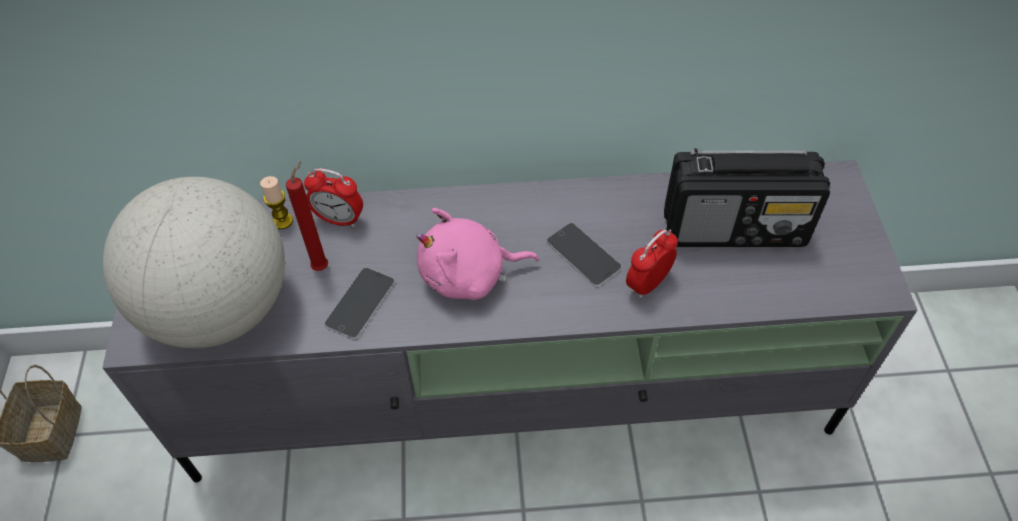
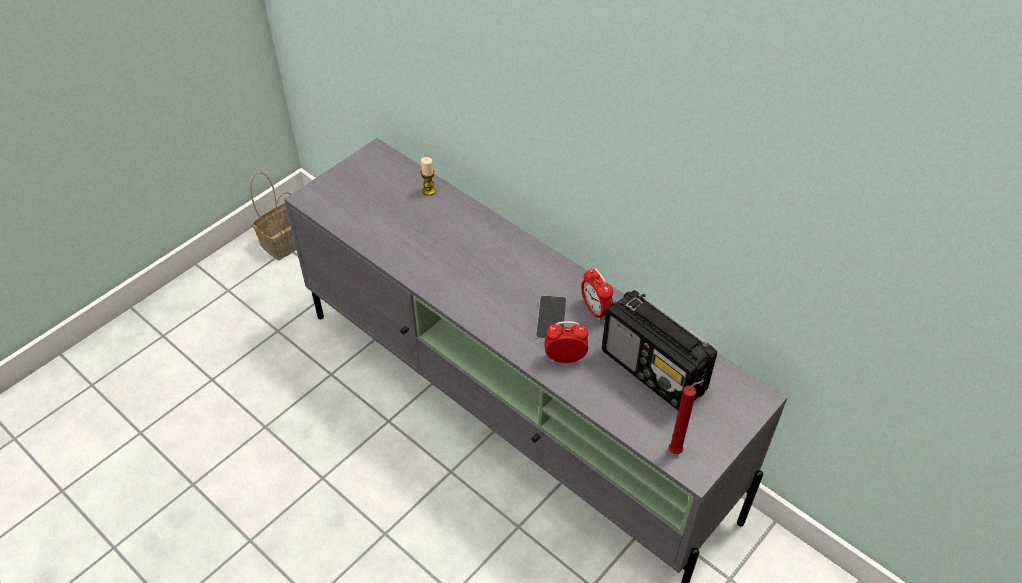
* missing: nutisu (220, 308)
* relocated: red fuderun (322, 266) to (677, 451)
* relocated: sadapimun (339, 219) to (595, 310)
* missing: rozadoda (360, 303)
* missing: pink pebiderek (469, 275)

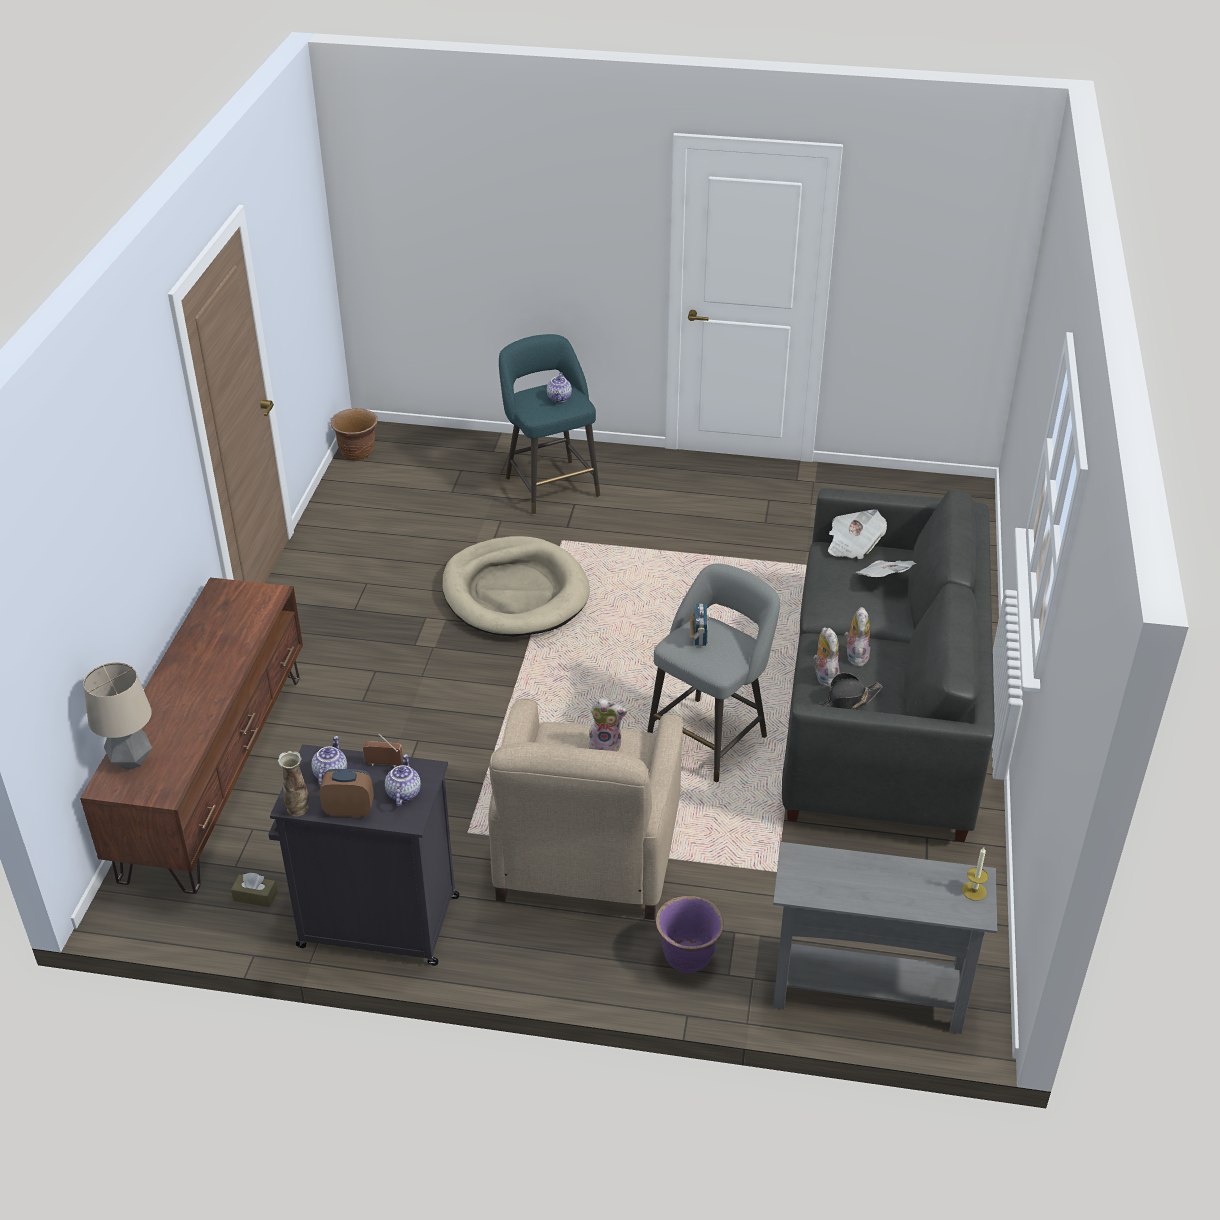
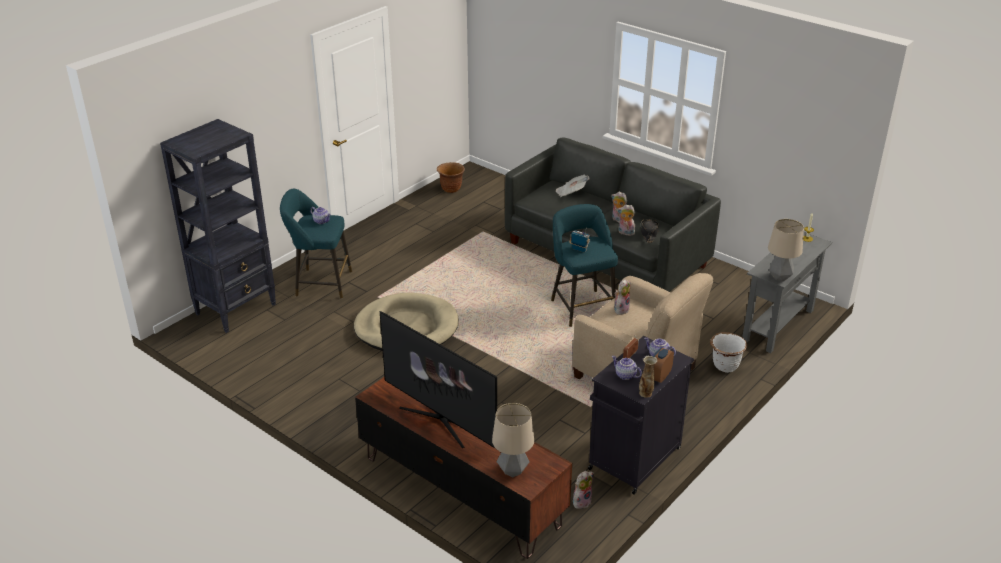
* exchanged: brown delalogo (255, 896) to pebiderek (581, 501)
* relocated: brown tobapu (357, 452) to (451, 188)
* colour: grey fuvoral (710, 736) to turquoise fuvoral (581, 306)
* colour: purple tobapu (687, 957) to white tobapu (725, 366)
* missing: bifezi (853, 544)
* appeared: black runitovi (236, 309)
* appeared: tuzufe (440, 420)
* appeared: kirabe (779, 277)

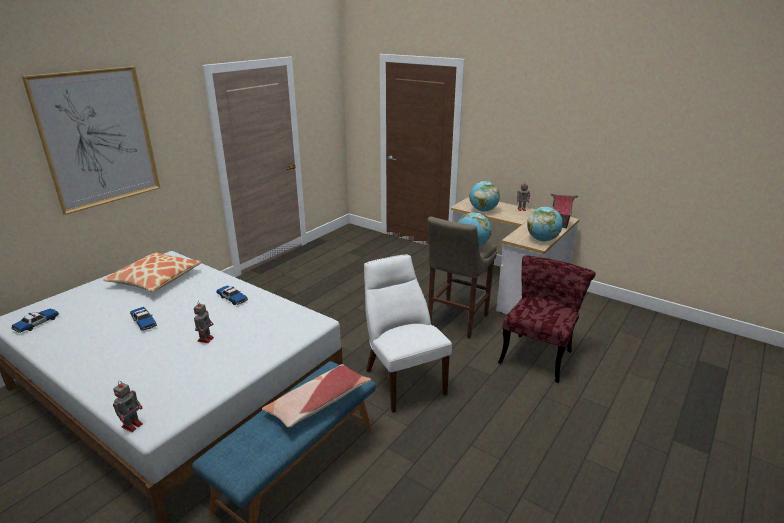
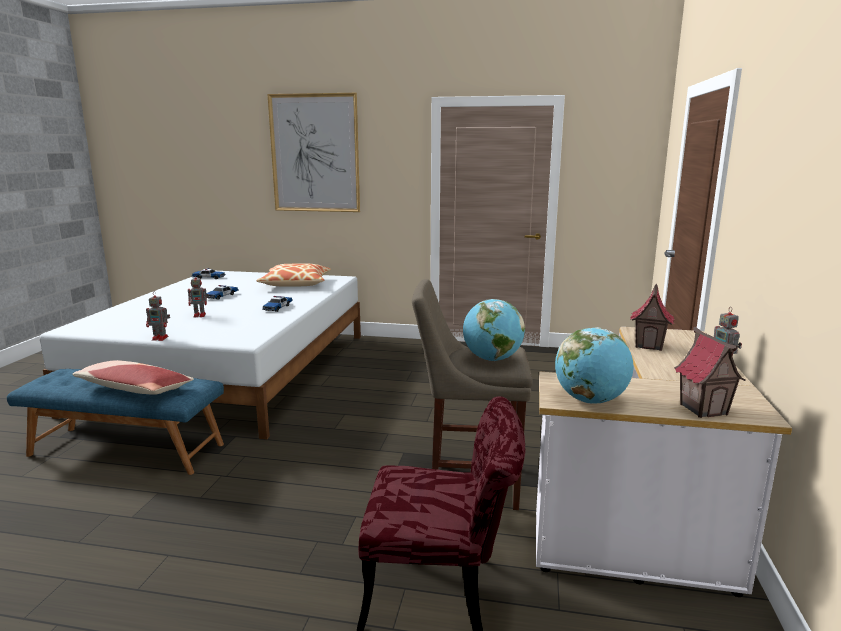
* relocated: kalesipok (133, 424) to (161, 338)
* missing: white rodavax (402, 379)
* exchanged: nutisu (483, 210) to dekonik (649, 345)

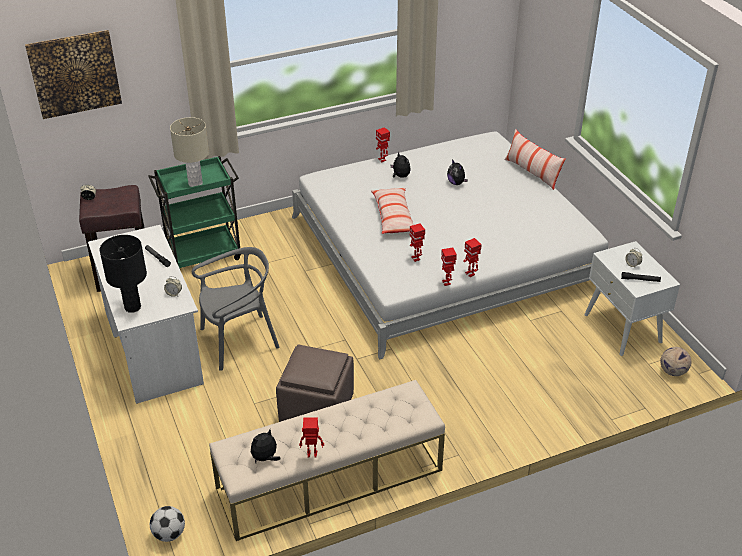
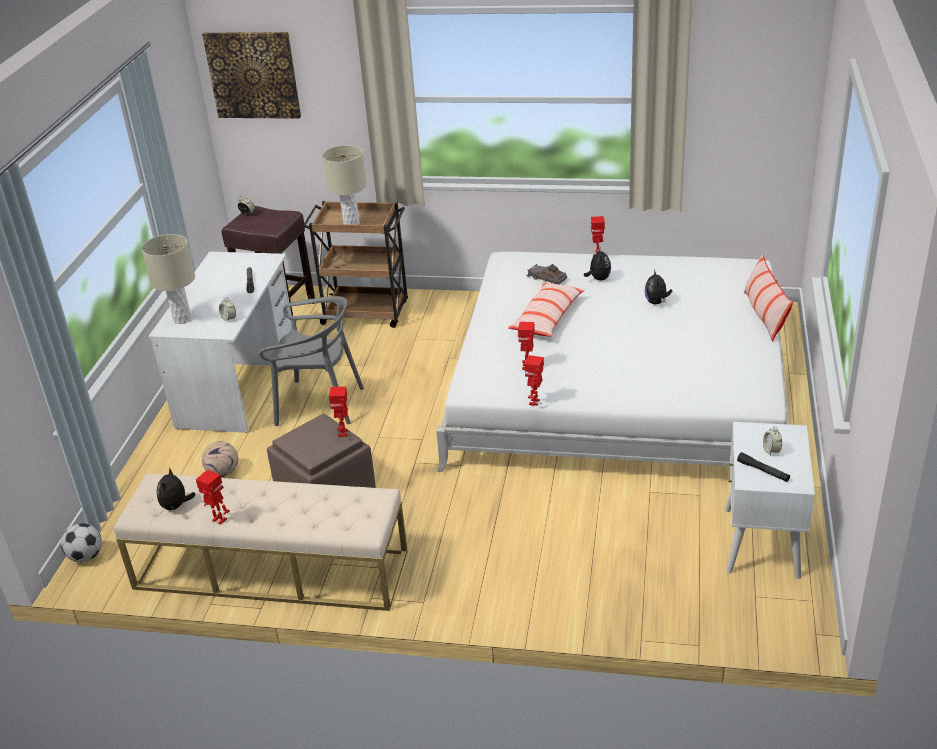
* colour: black kirabe (133, 307) to beige kirabe (182, 319)
* colour: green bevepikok (204, 254) to brown bevepikok (367, 313)
* spun: pebiderek (265, 458) = (176, 506) 75 degrees counterclockwise
* relocated: kalesipok (470, 273) to (343, 433)
* relocated: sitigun (672, 372) to (222, 472)
* appeared: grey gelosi (546, 278)

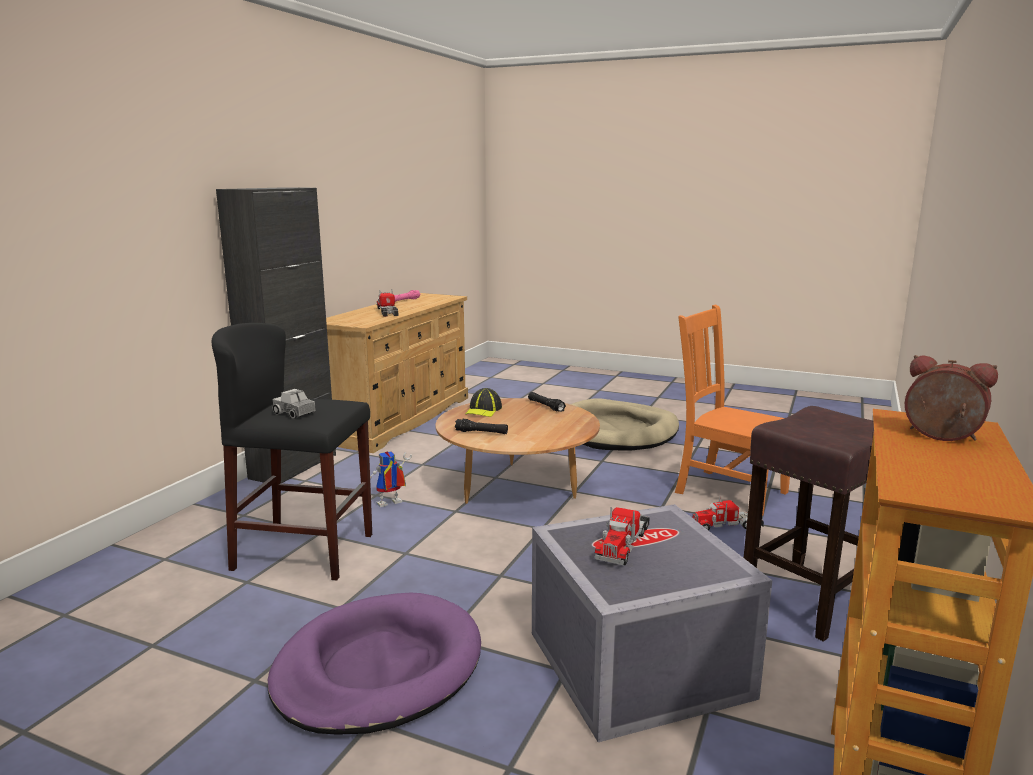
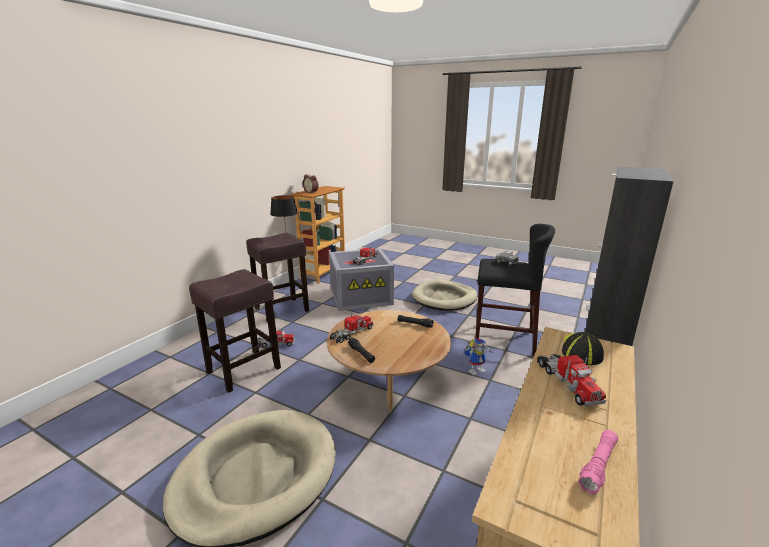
* colour: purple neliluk (378, 668) to beige neliluk (444, 298)
* relocated: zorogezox (483, 410) to (581, 350)
* exchanged: orange rodavax (727, 491) to brown fuvoral (242, 371)
* appeared: black kirabe (286, 237)
* appeared: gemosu (352, 333)

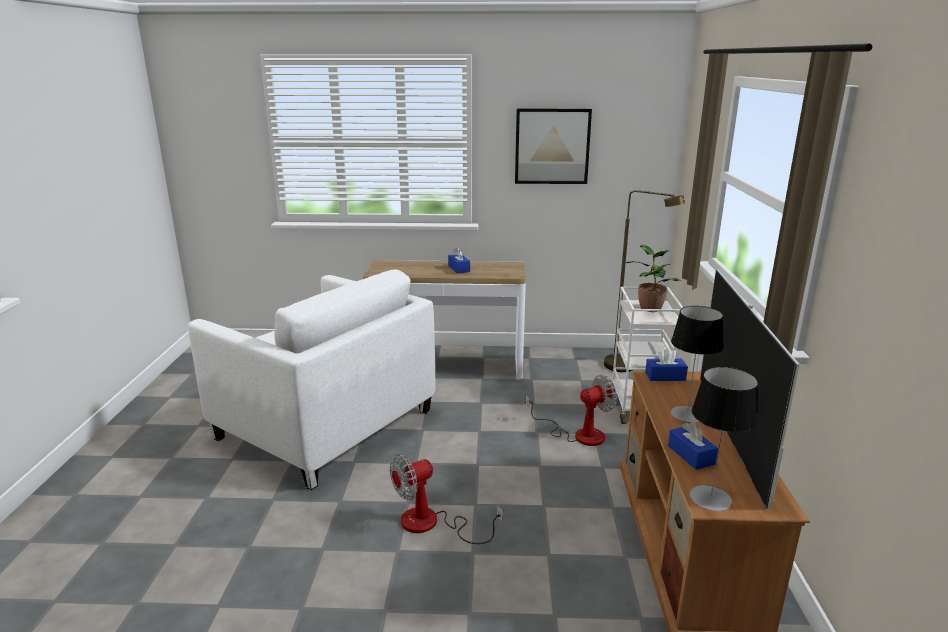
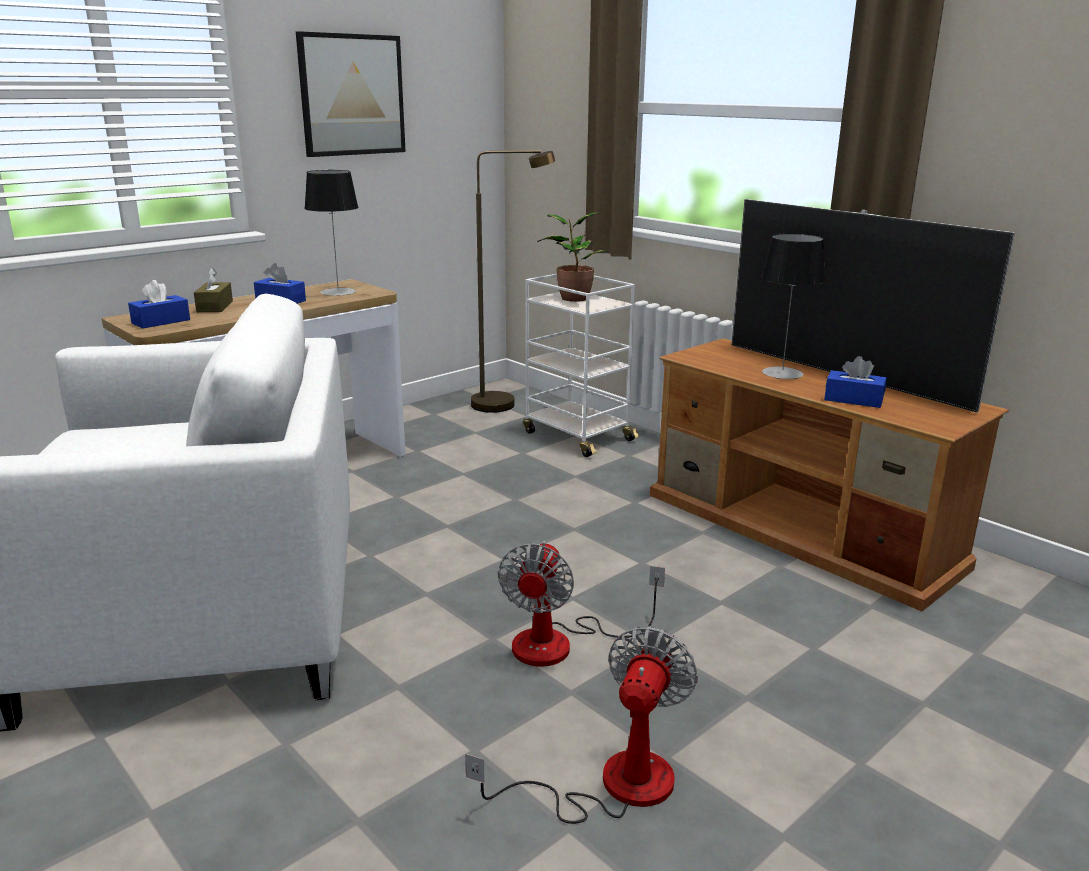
* relocated: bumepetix (579, 434) to (611, 785)
* relocated: blue delalogo (665, 376) to (161, 321)
* relocated: kirabe (710, 498) to (338, 292)
* appeared: brown delalogo (215, 306)

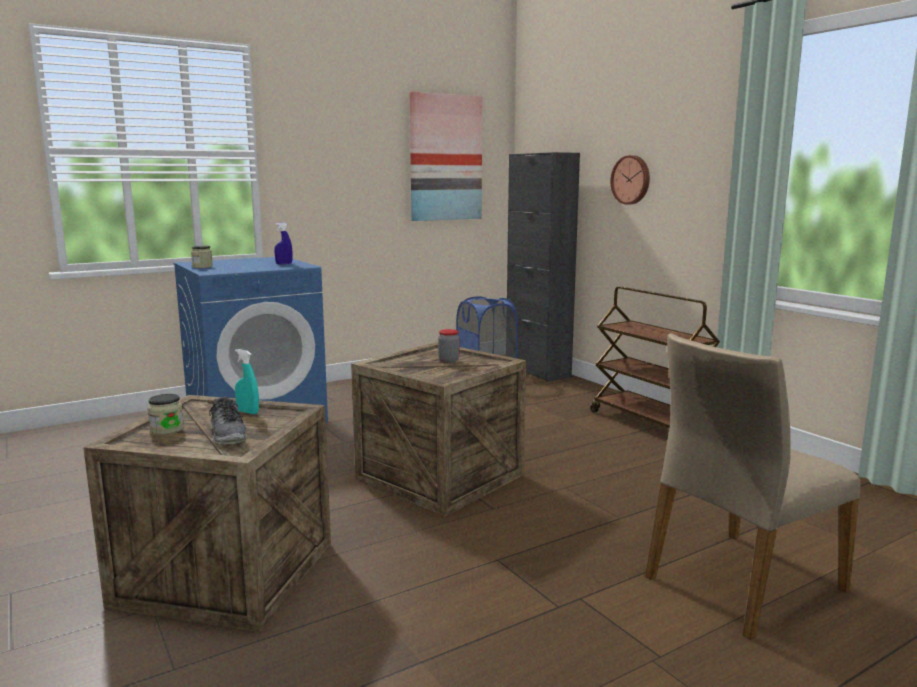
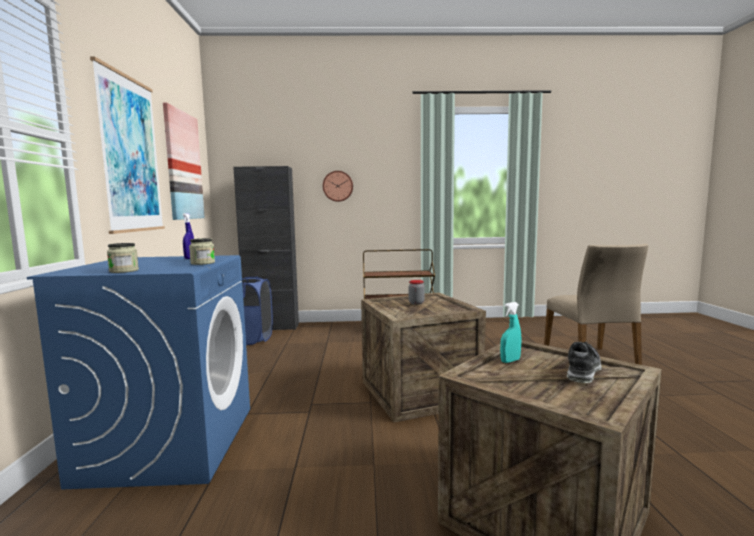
* relocated: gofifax (167, 429) to (202, 263)
* spun: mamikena (228, 435) = (582, 370) 60 degrees counterclockwise
* appeared: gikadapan (130, 155)

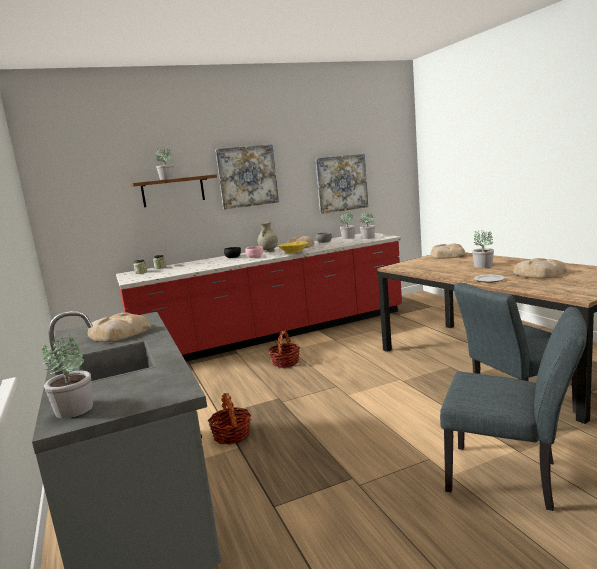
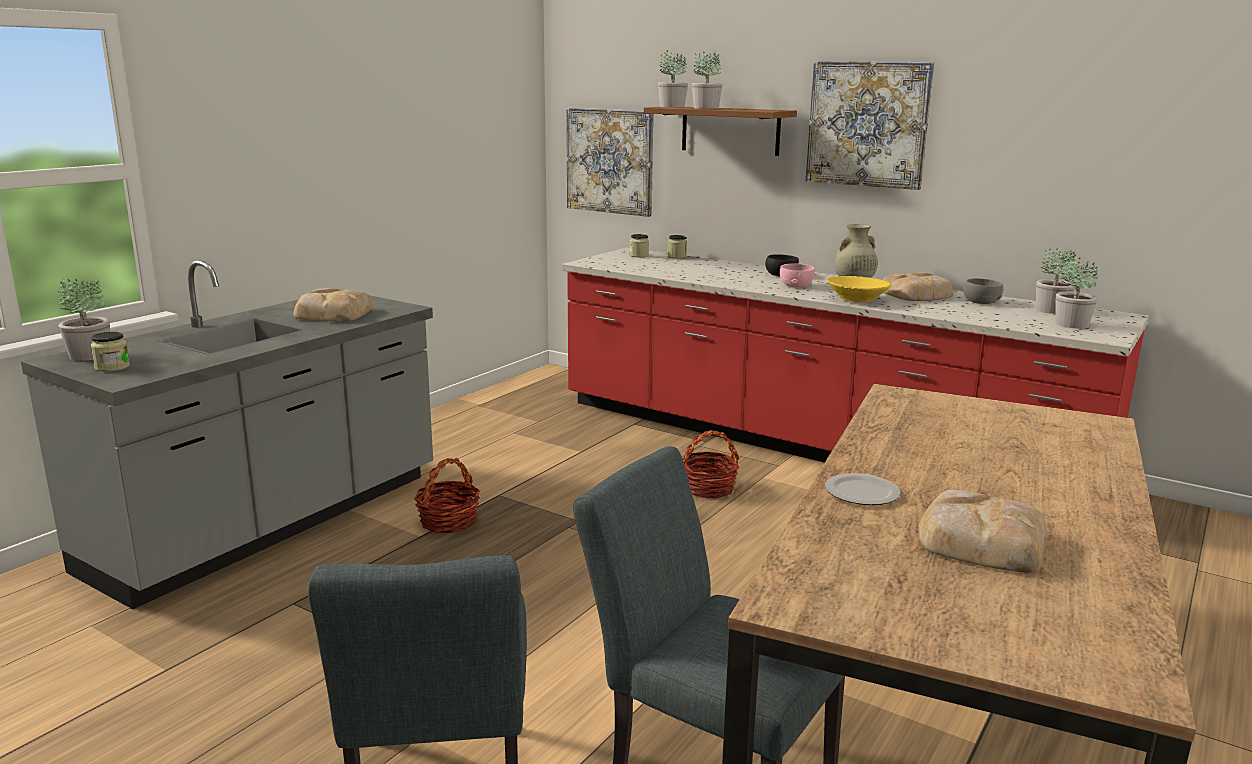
* relocated: gikadapan (341, 183) to (610, 161)
* missing: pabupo (447, 255)
* relocated: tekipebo (483, 266) to (671, 107)
* appeared: gofifax (112, 367)

